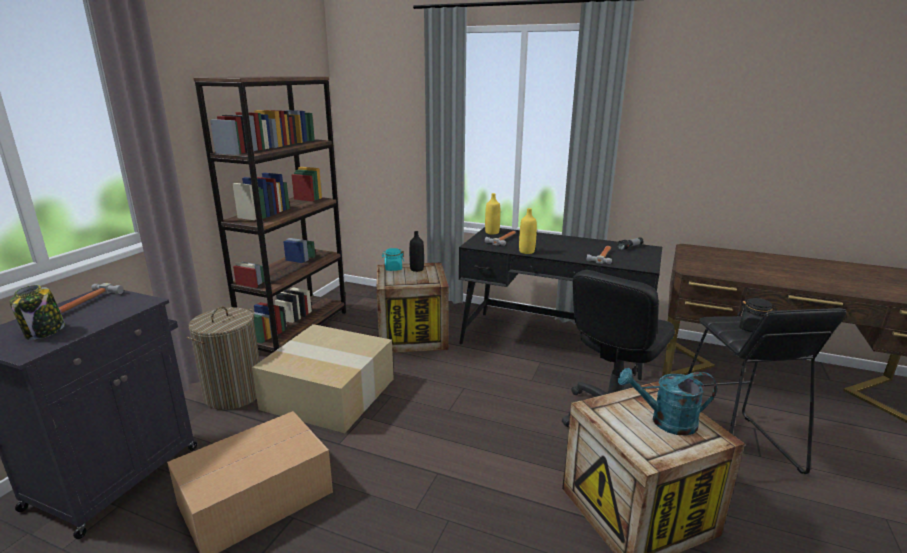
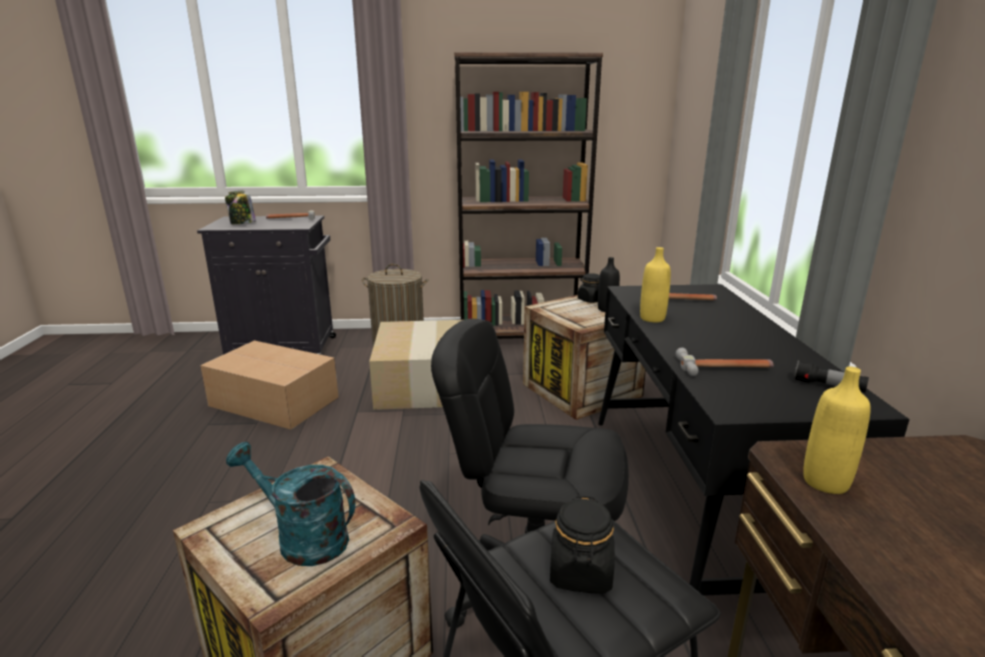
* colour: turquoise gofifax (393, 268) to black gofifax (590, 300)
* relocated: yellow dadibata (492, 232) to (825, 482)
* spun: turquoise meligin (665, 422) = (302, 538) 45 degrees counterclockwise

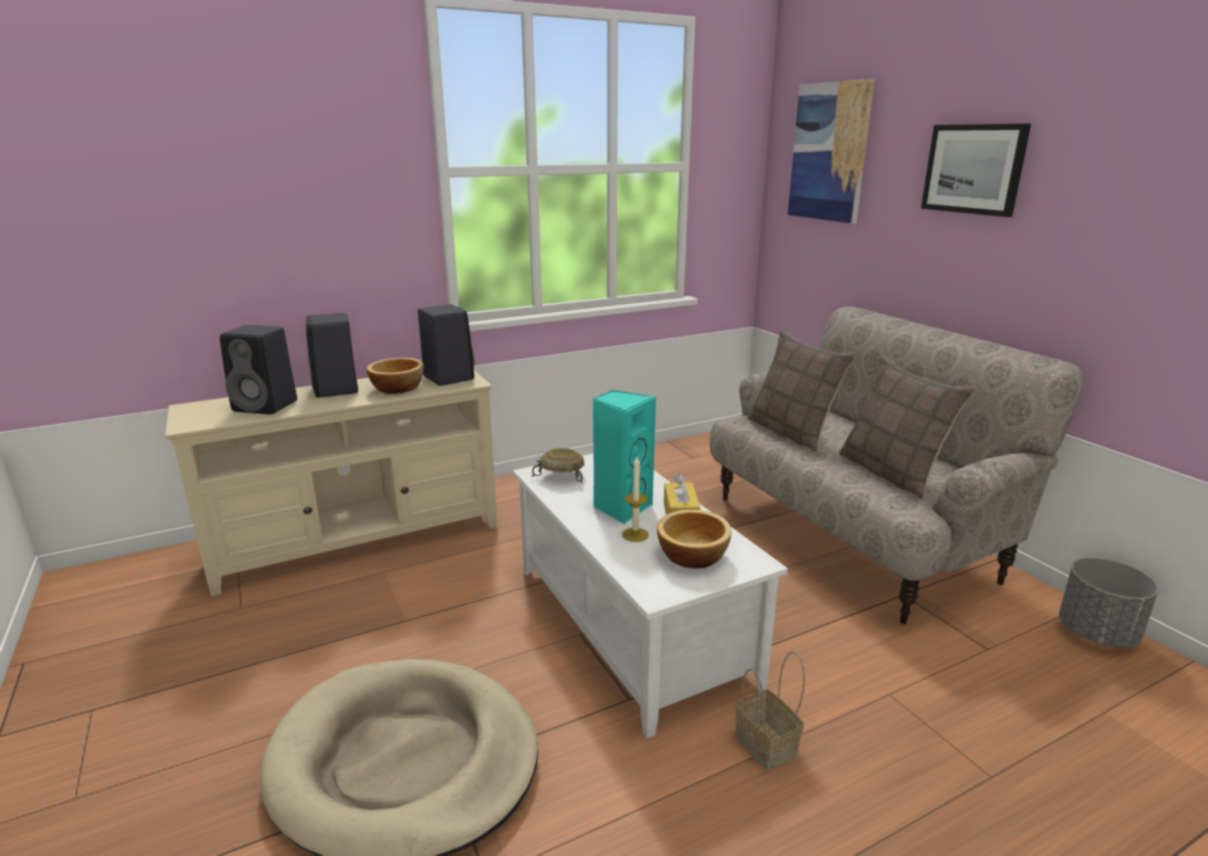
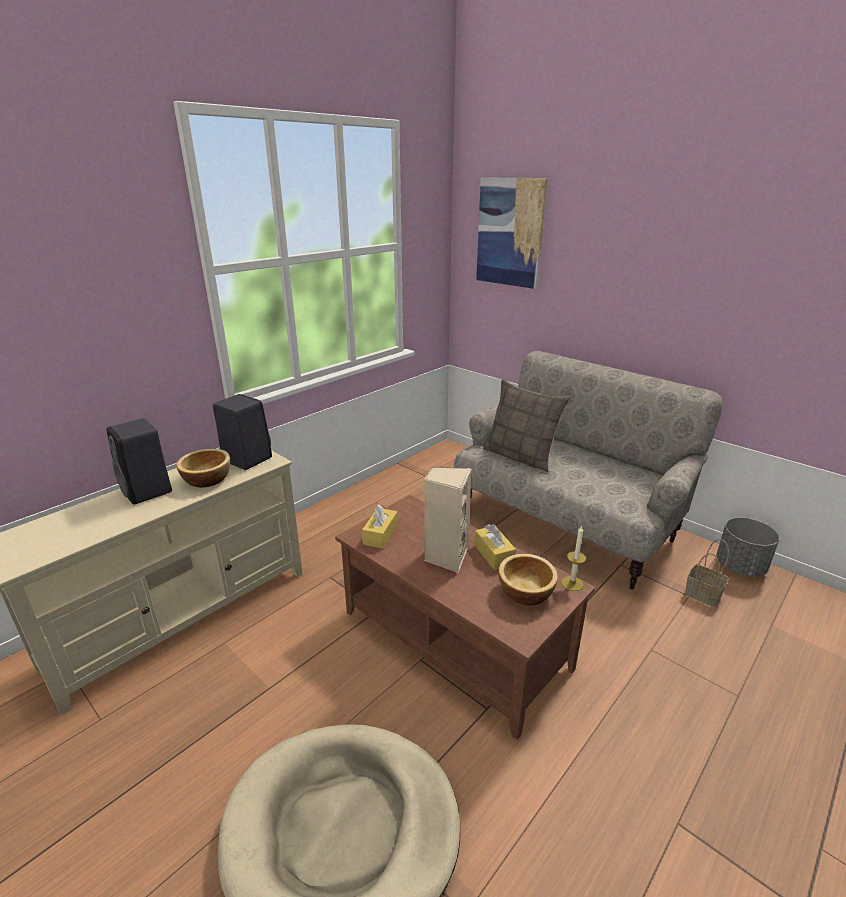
* missing: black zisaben (267, 406)
* colour: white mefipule (633, 623) to brown mefipule (455, 638)
* exchanged: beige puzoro (562, 476) to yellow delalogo (380, 535)
* colour: turquoise zisaben (621, 508) to beige zisaben (446, 557)
* relocated: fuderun (635, 535) to (572, 583)
* relocated: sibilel (768, 745) to (704, 594)
* missing: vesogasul (892, 473)
* missing: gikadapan (974, 169)

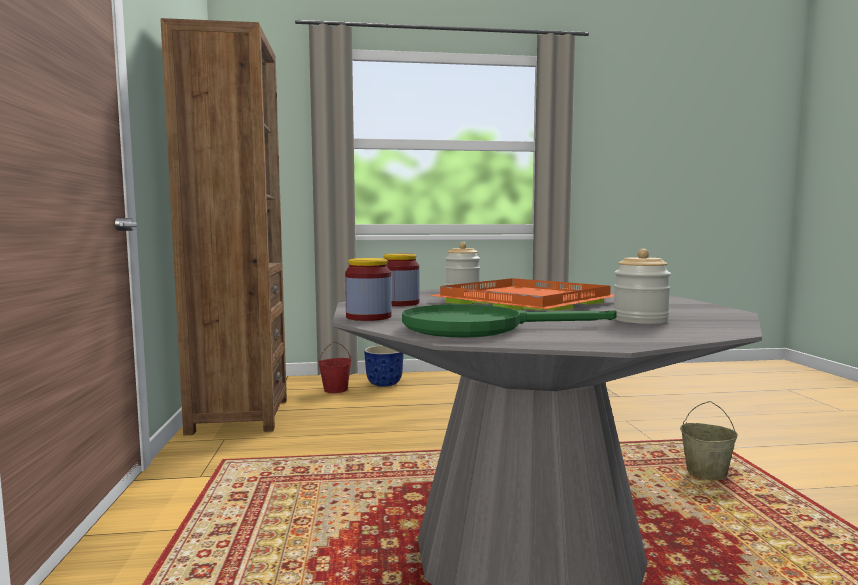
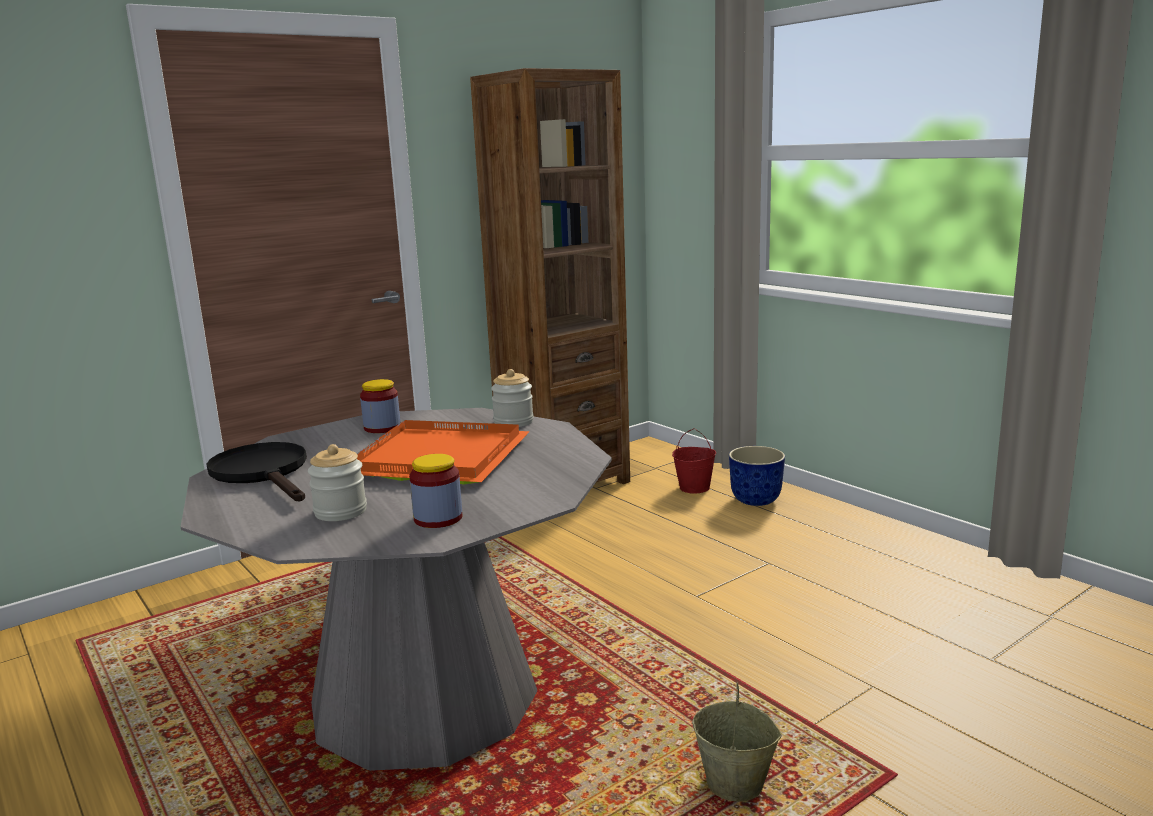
* relocated: gofifax (368, 317) to (438, 518)
* colour: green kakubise (479, 327) to black kakubise (264, 473)

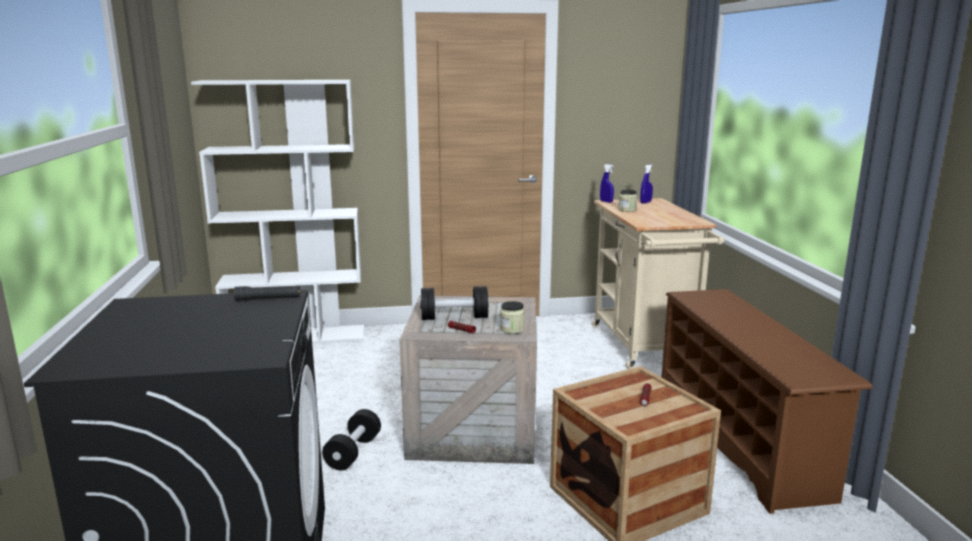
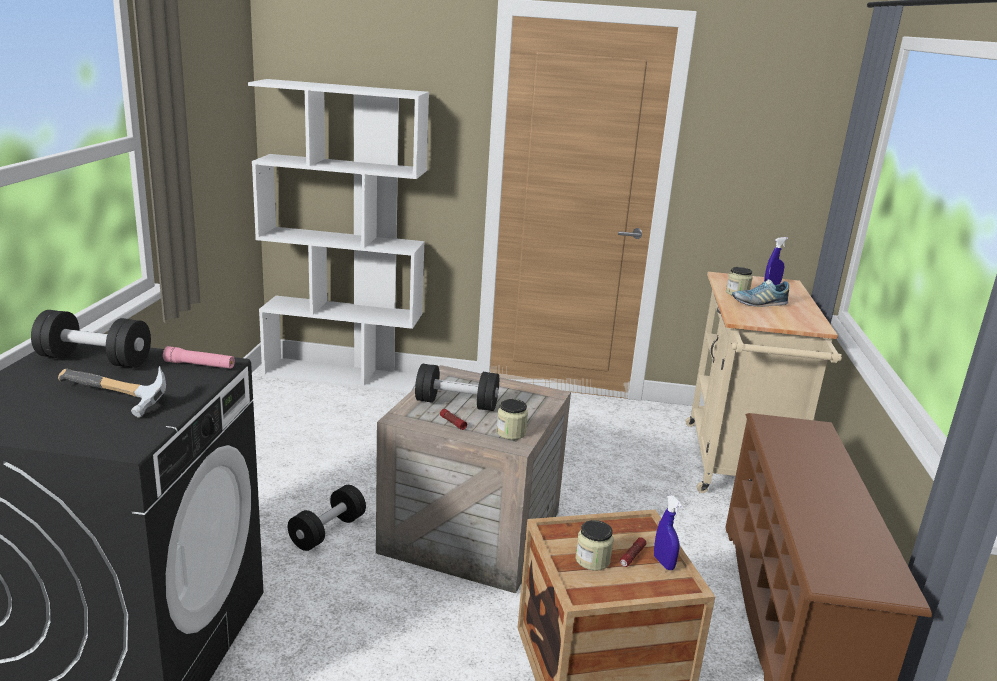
* colour: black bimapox (268, 299) to pink bimapox (200, 365)
* relocated: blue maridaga (606, 201) to (663, 563)
* appeared: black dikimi (95, 360)
* appeared: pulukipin (112, 399)
* appeared: gofifax (592, 560)
* appeared: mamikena (759, 303)

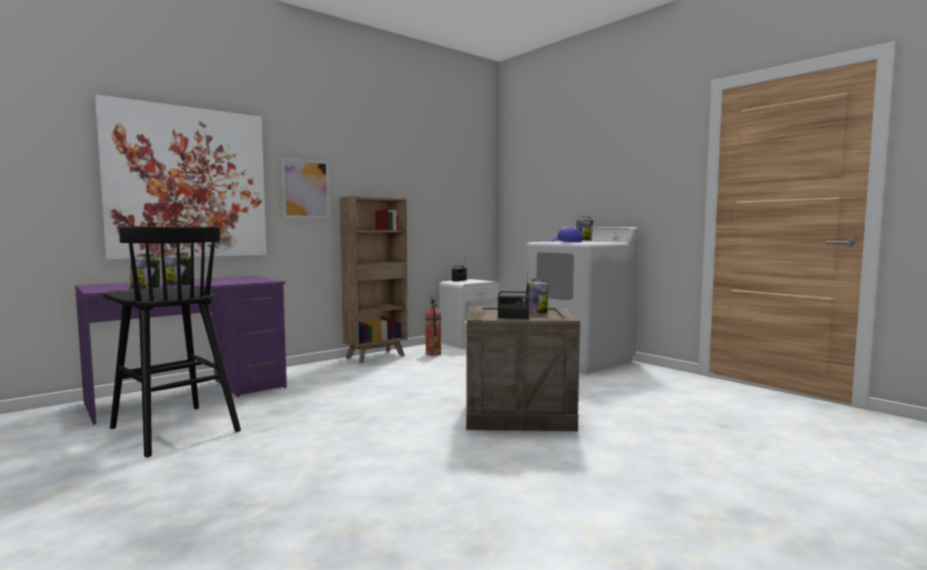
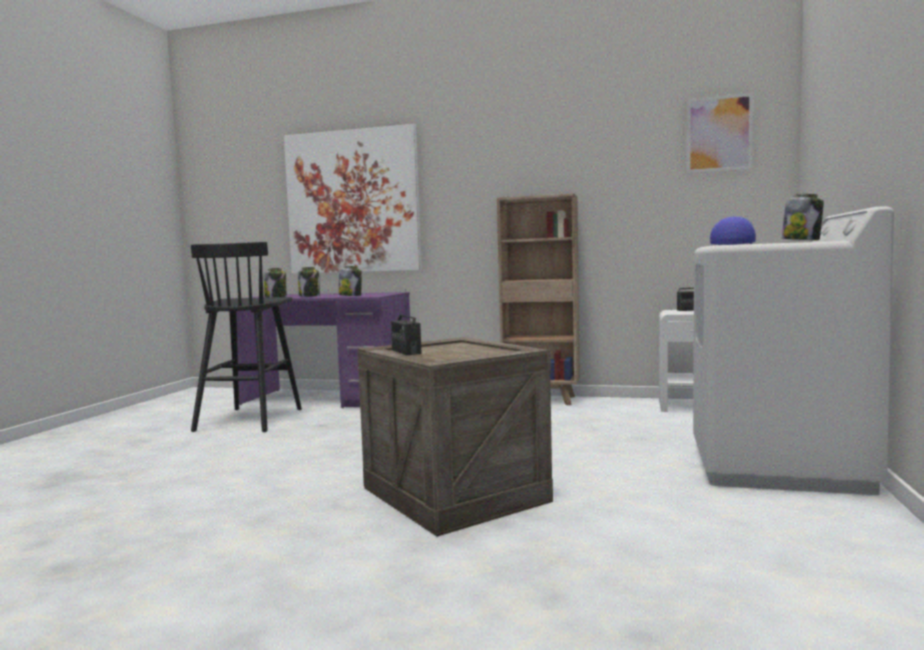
* relocated: gikadapan (305, 189) to (719, 133)
* missing: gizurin (433, 353)
* relocated: gofifax (536, 312) to (350, 295)

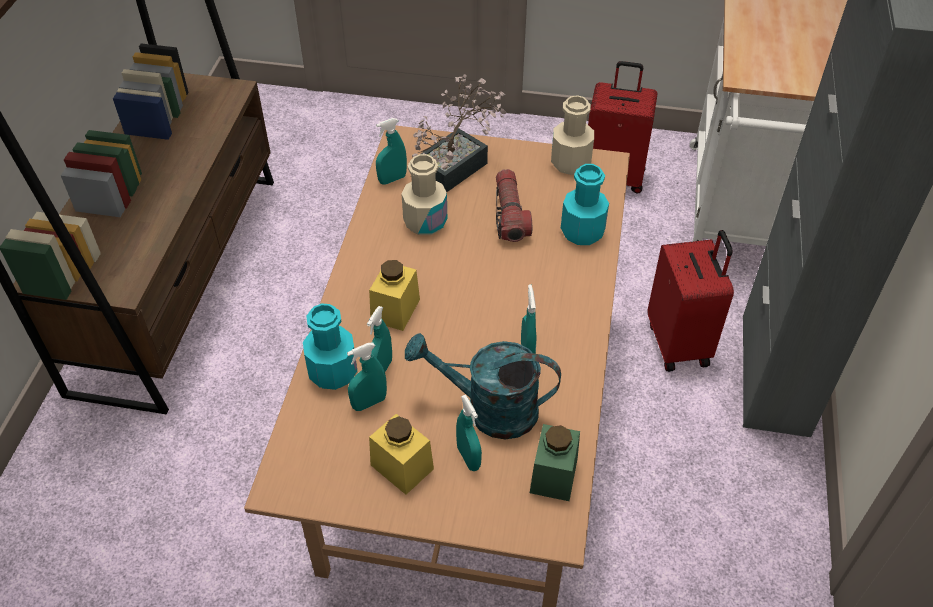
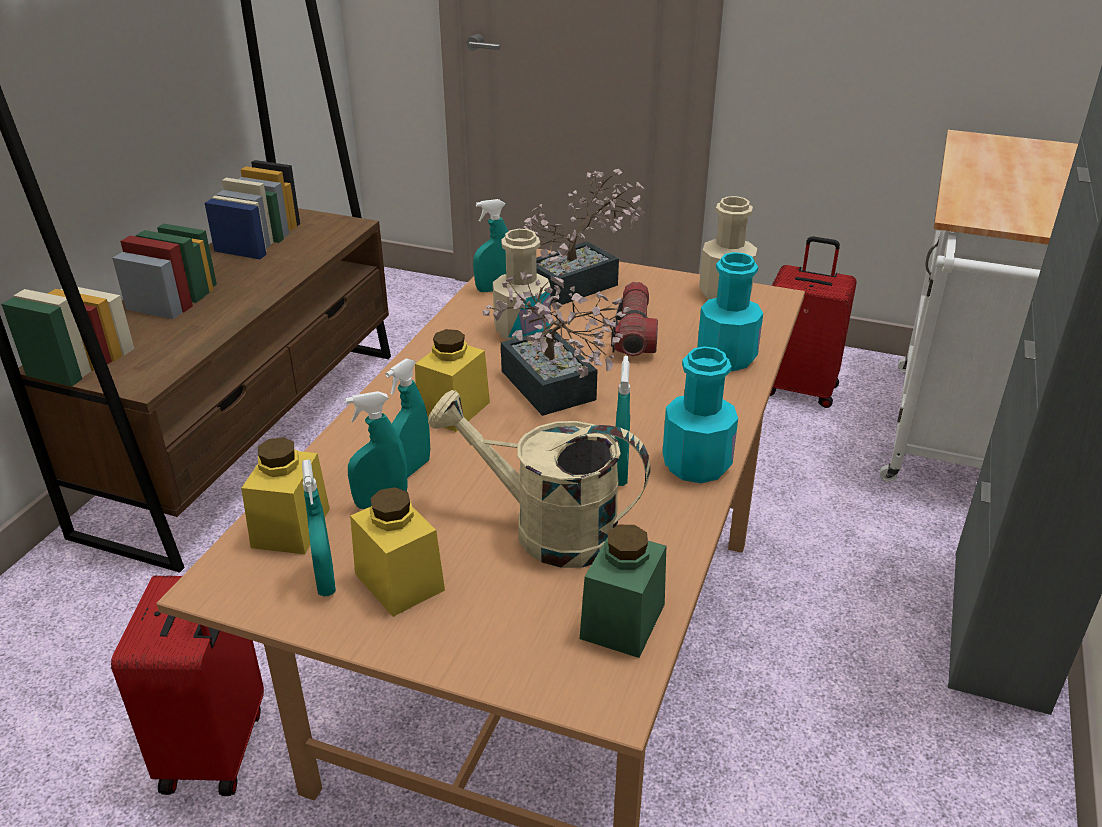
* relocated: turquoise dadibata (333, 372) to (696, 465)
* colour: turquoise meligin (488, 409) to beige meligin (547, 529)
* relocated: turquoise maridaga (468, 458) to (325, 580)
* relocated: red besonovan (680, 343) to (217, 749)
* appeared: yellow gofifax (291, 528)
* appeared: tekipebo (552, 392)

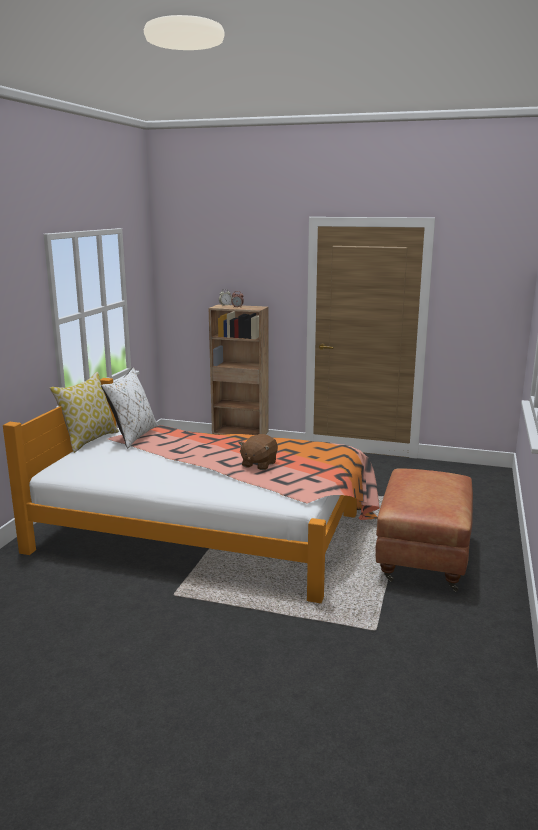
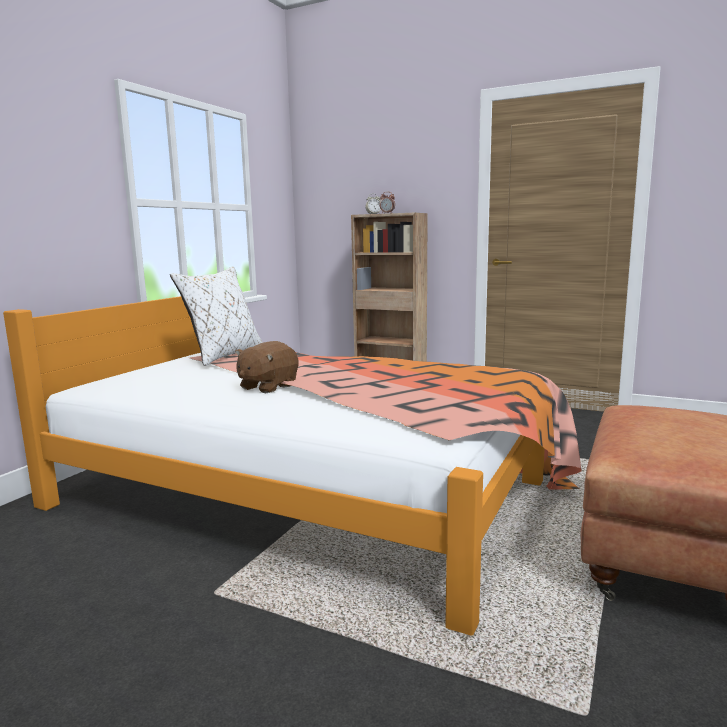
* missing: vesogasul (89, 440)
* relocated: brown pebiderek (258, 464) to (267, 387)

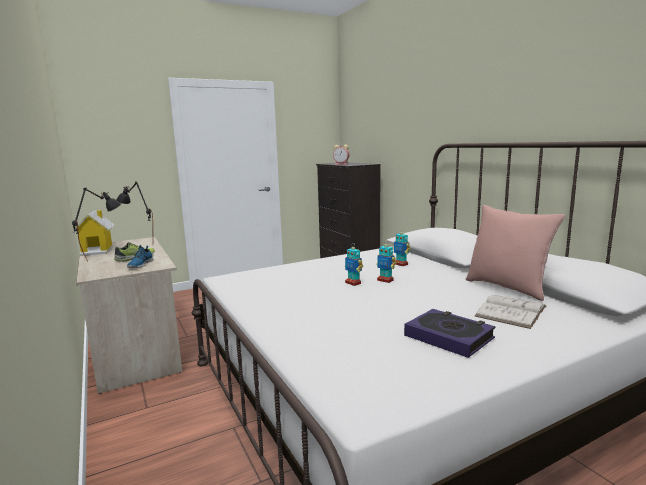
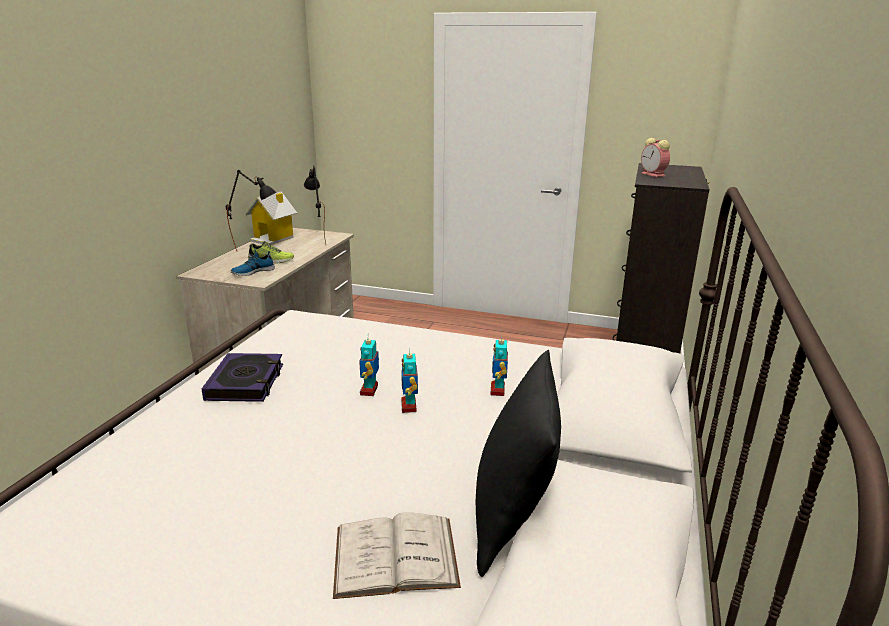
* relocated: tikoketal (449, 337) to (246, 382)
* colour: pink vesogasul (507, 287) to black vesogasul (513, 518)

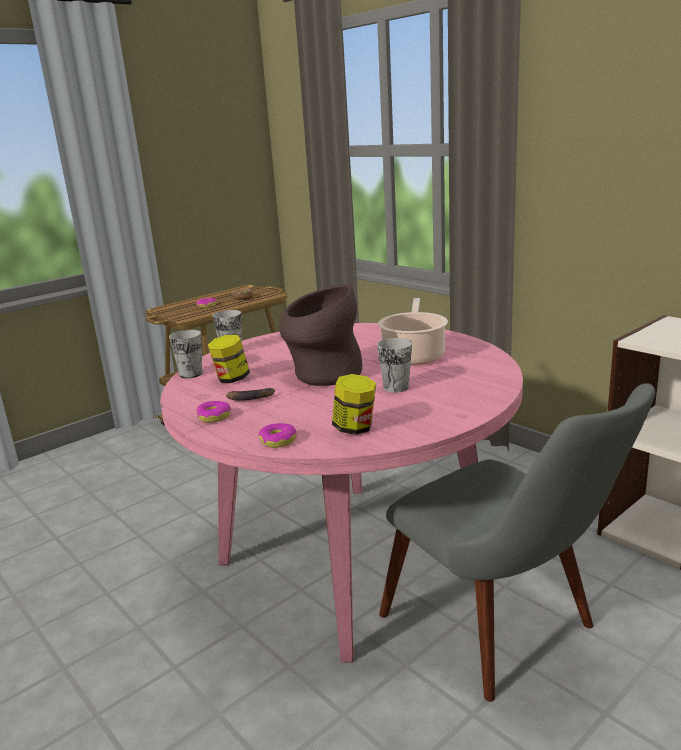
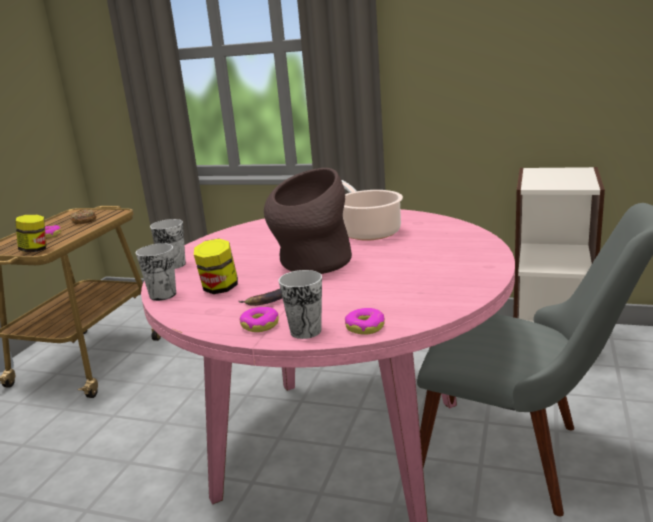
* relocated: gofifax (355, 428) to (35, 250)
* relocated: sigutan (396, 387) to (305, 331)

